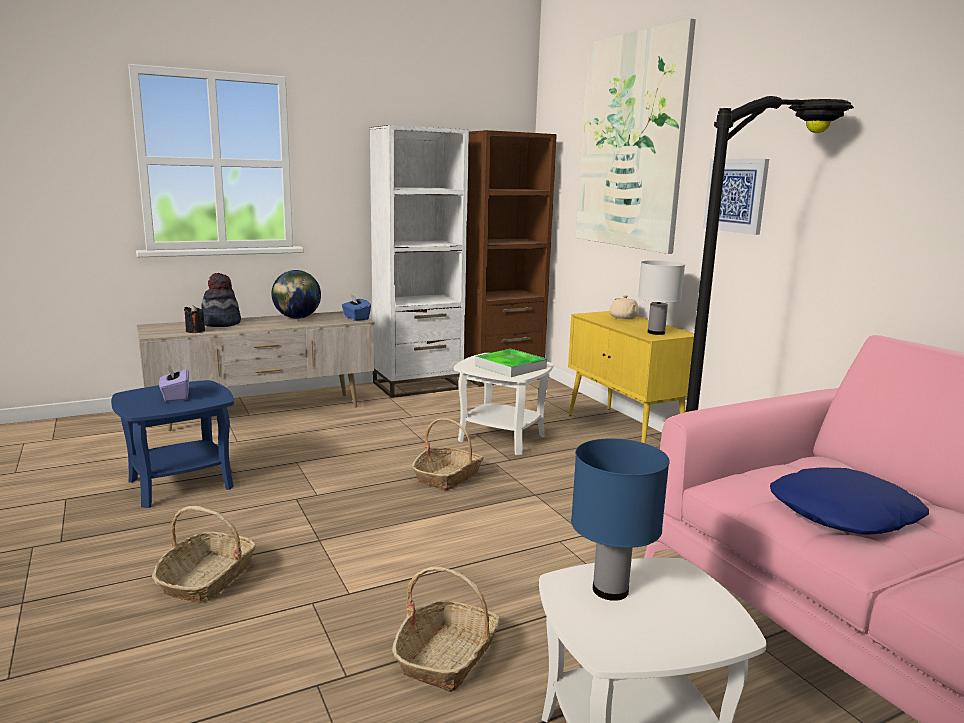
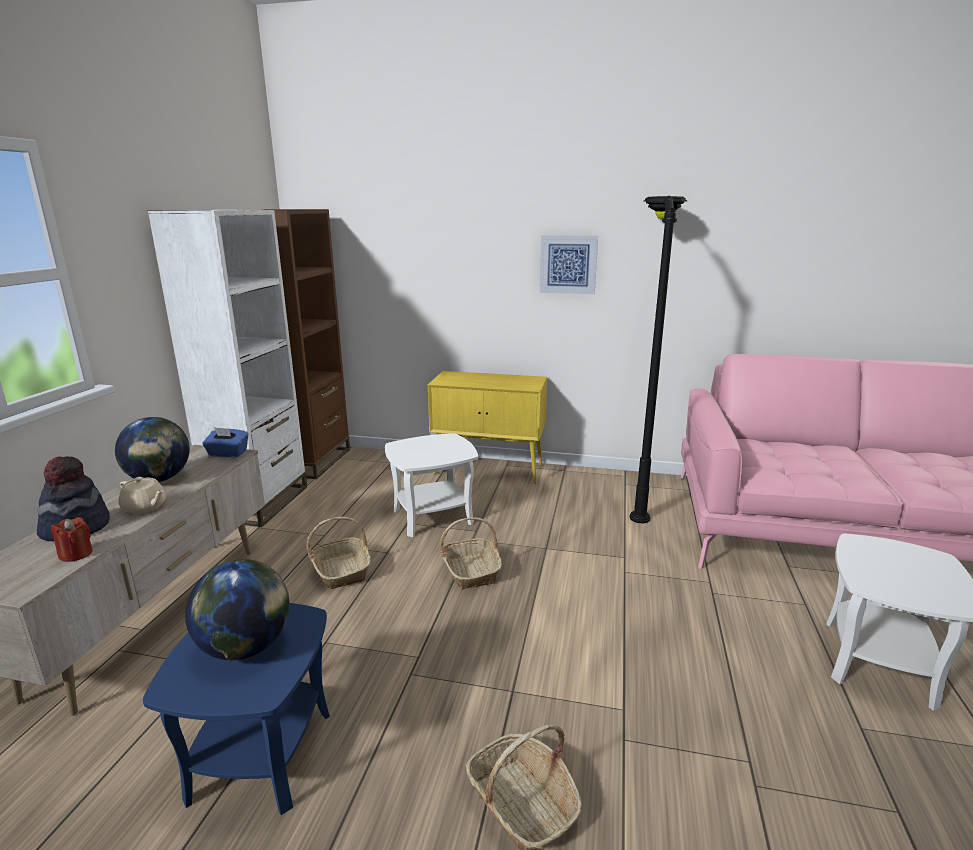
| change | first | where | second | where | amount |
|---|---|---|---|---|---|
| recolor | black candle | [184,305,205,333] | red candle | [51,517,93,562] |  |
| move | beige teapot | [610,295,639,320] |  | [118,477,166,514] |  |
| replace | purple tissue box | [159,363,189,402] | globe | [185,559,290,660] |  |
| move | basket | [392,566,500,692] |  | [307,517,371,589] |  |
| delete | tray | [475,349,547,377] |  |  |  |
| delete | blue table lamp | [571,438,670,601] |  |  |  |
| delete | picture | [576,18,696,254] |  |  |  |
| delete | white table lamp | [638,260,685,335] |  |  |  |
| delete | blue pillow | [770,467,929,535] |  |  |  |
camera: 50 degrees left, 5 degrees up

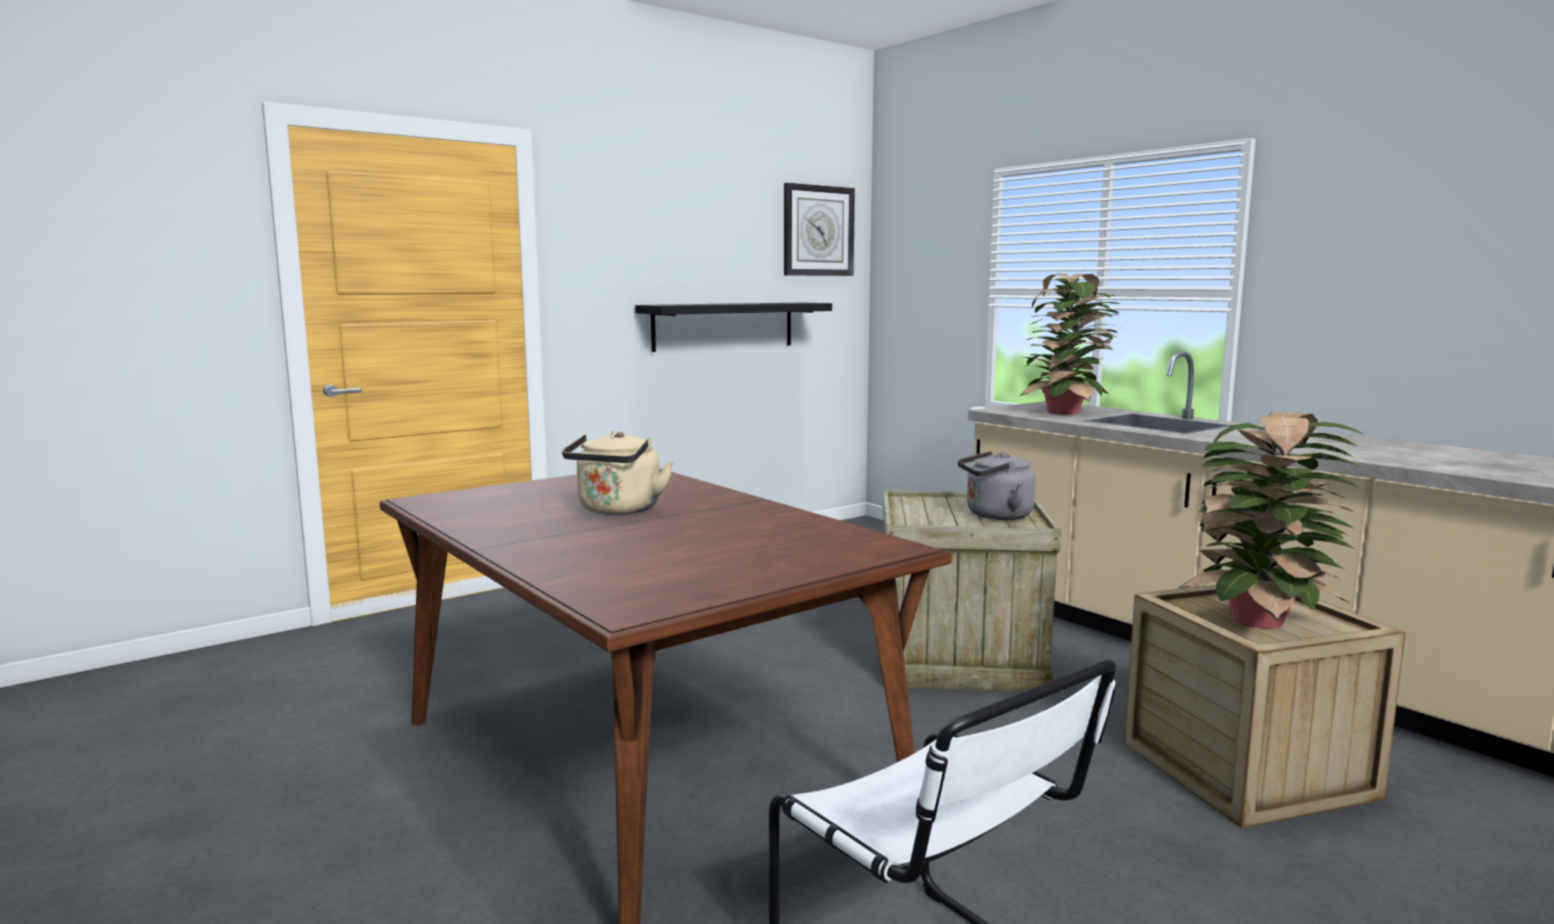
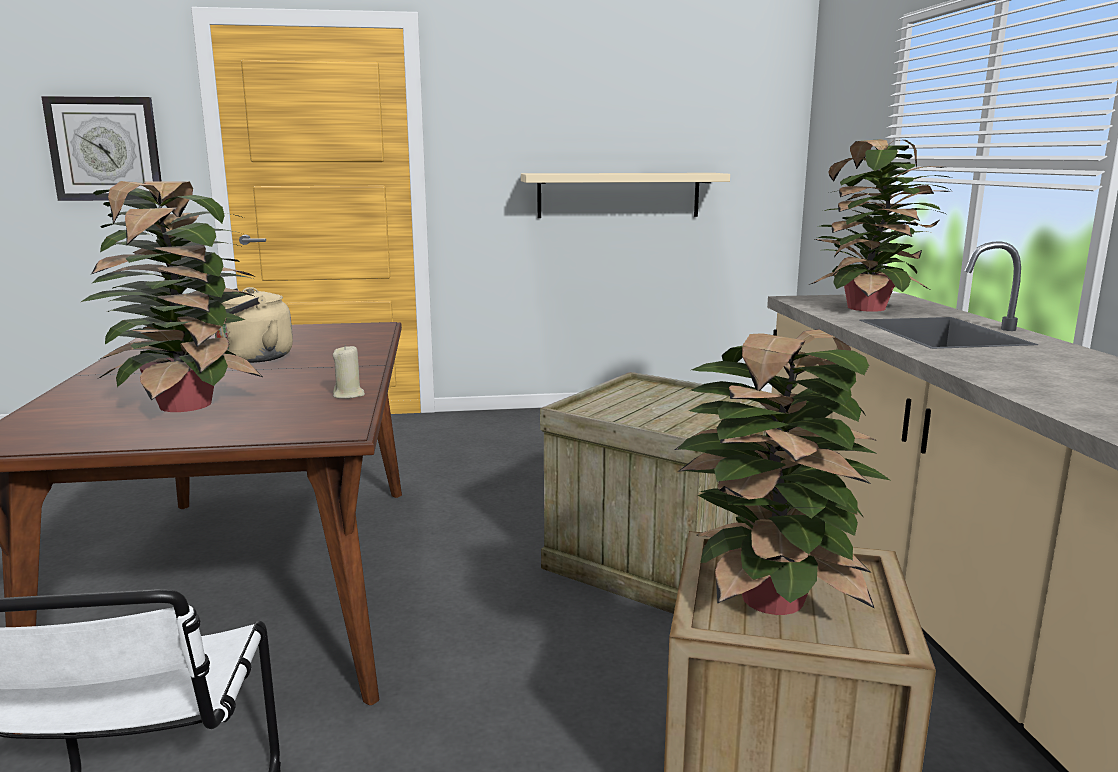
| change | first | where | second | where | amount |
|---|---|---|---|---|---|
| move | wall clock | [784,183,855,276] |  | [41,96,162,201] |  |
| insert |  |  | potted plant | [81,181,263,412] |  |
| insert |  |  | beige candle | [333,344,365,399] |  |
| recolor | black shelf | [635,303,832,352] | beige shelf | [521,173,730,218] |  |
| delete | grey kettle | [958,451,1036,520] |  |  |  |
camera: 30 degrees right, 5 degrees up

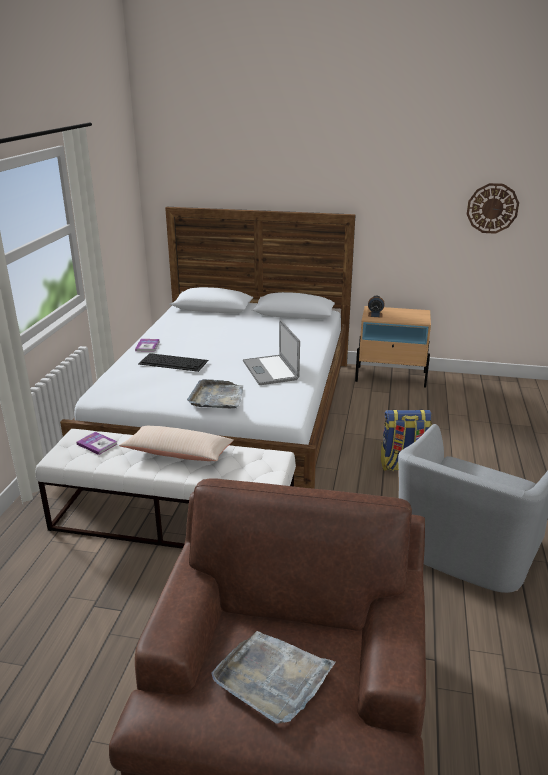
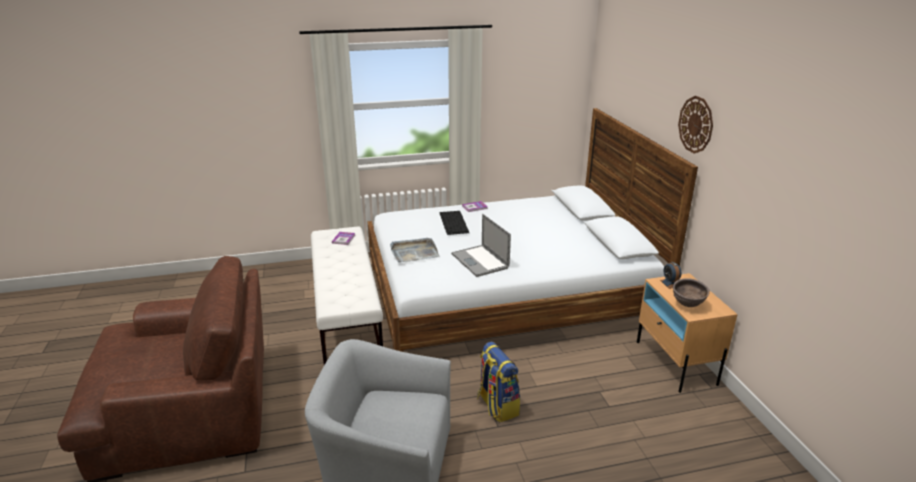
| change | first | where | second | where | amount |
|---|---|---|---|---|---|
| rotate | laptop | [243,319,300,385] |  | [451,214,511,277] | 75 degrees counterclockwise |
| insert |  |  | brown bowl | [673,278,710,307] |  |
| move | wall clock | [467,183,519,234] |  | [678,96,713,154] |  |
| delete | beige pillow | [119,426,234,461] |  |  |  |
| delete | grey tray | [211,631,336,723] |  |  |  |
camera: 65 degrees right, 0 degrees up

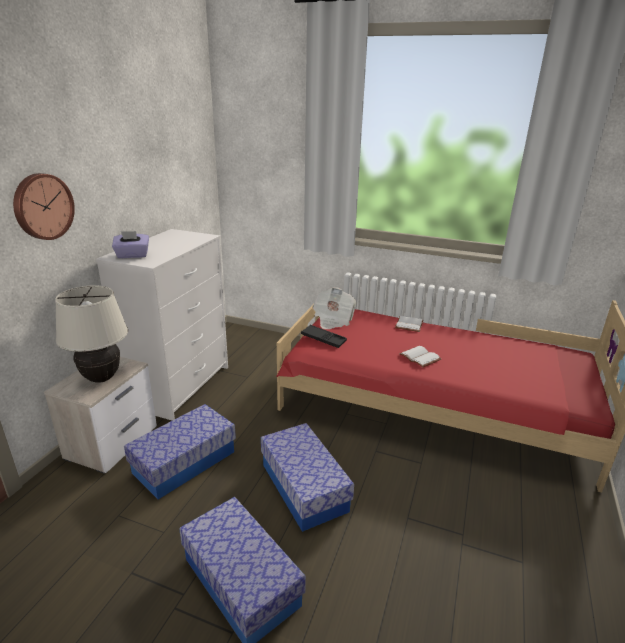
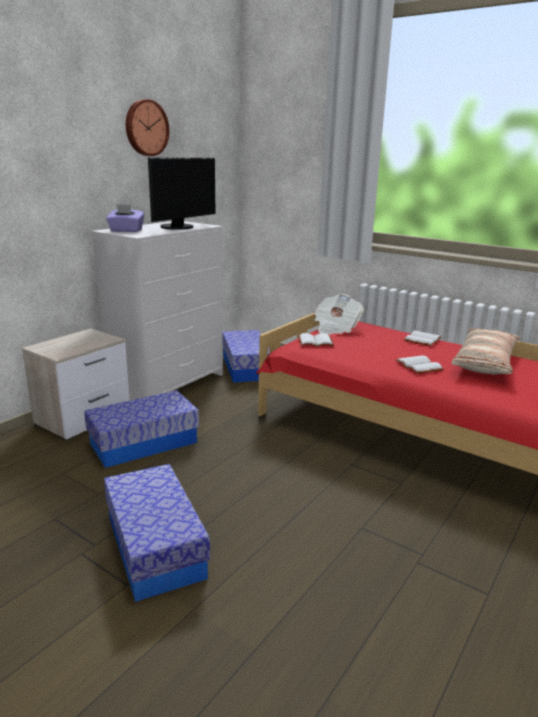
| change | first | where | second | where | amount |
|---|---|---|---|---|---|
| move | wall clock | [13,173,75,240] |  | [126,99,169,156] |  |
| insert |  |  | monitor | [148,157,215,230] |  |
| move | storage box | [261,423,354,532] |  | [222,330,269,383] |  |
| replace | black tray | [301,325,347,348] | white book | [298,333,334,347] |  |
| insert |  |  | pillow | [451,328,520,374] |  |
| delete | beige table lamp | [55,285,128,383] |  |  |  |
camera: 15 degrees right, 5 degrees down

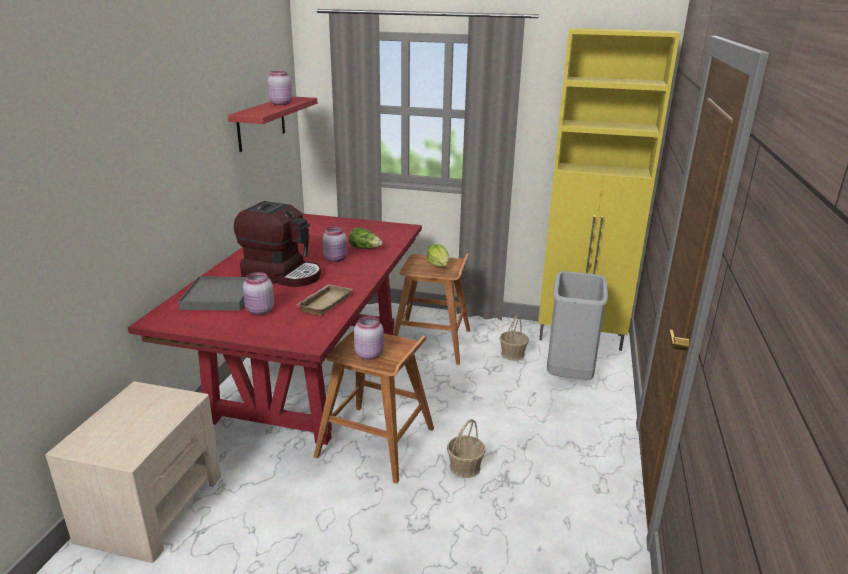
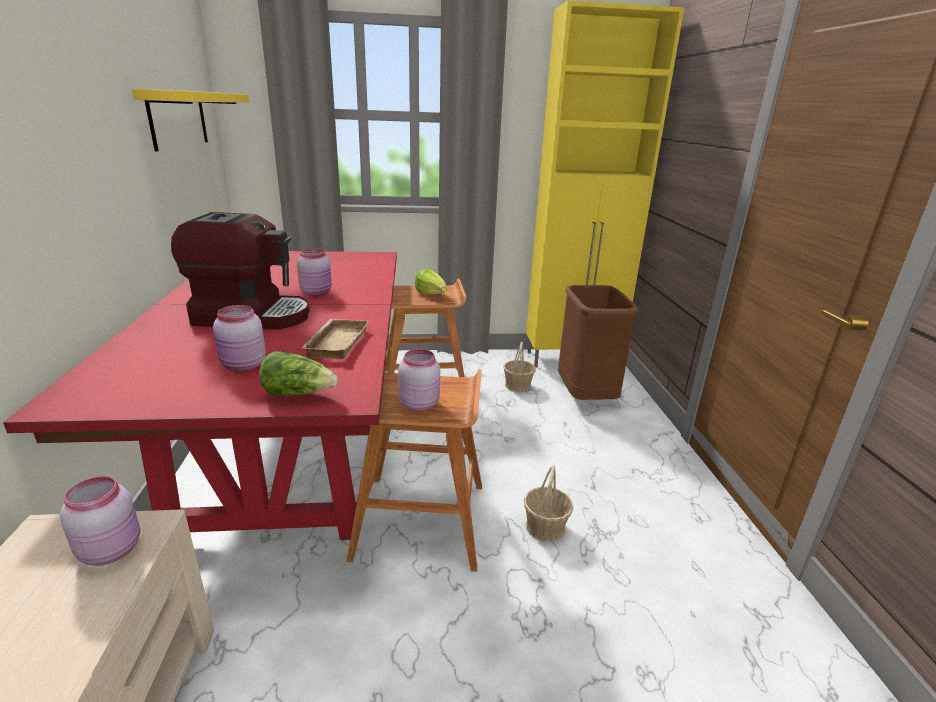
| change | first | where | second | where | amount |
|---|---|---|---|---|---|
| move | pink jar | [268,71,292,105] |  | [60,476,140,566] |  |
| recolor | red shelf | [228,96,317,152] | yellow shelf | [132,89,250,151] |  |
| move | lettuce | [349,227,383,249] |  | [259,351,338,396] |  |
| recolor | grey trash can | [547,271,608,380] | brown trash can | [558,285,638,400] |  |
| delete | grey tray | [178,276,246,311] |  |  |  |
camera: 20 degrees left, 0 degrees up

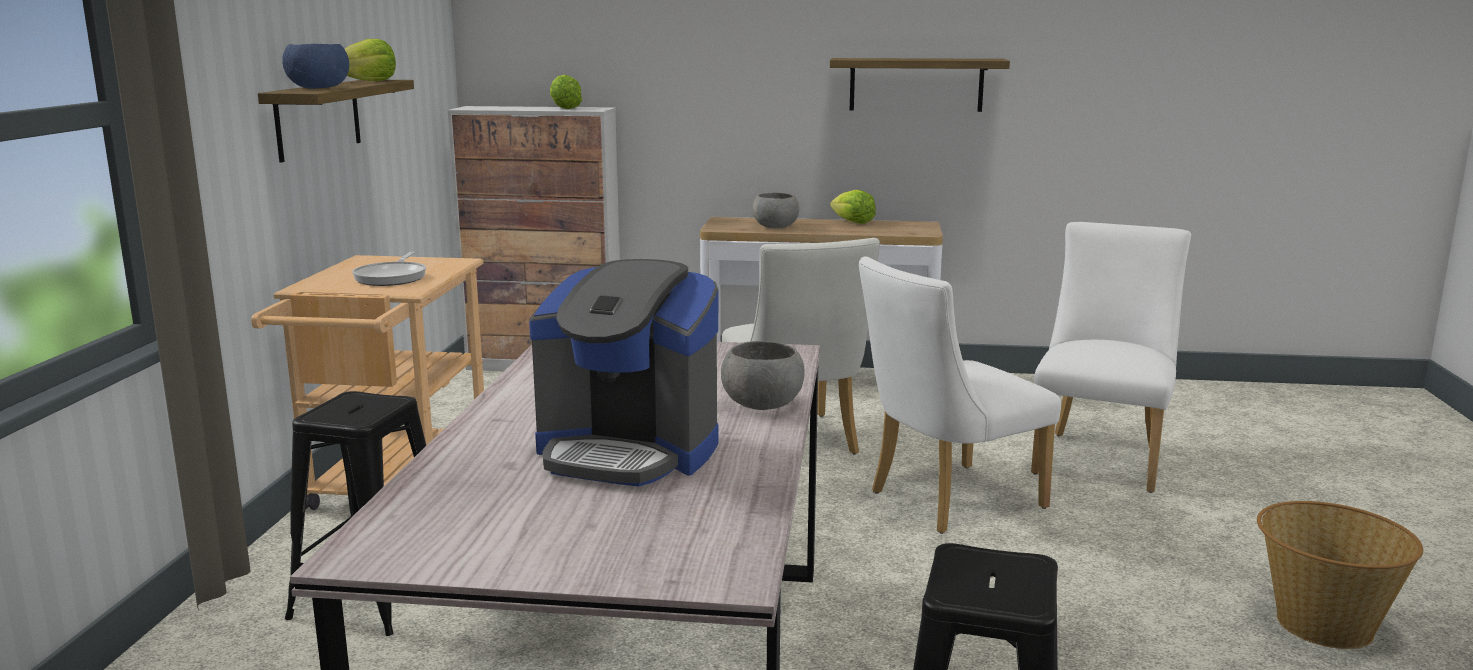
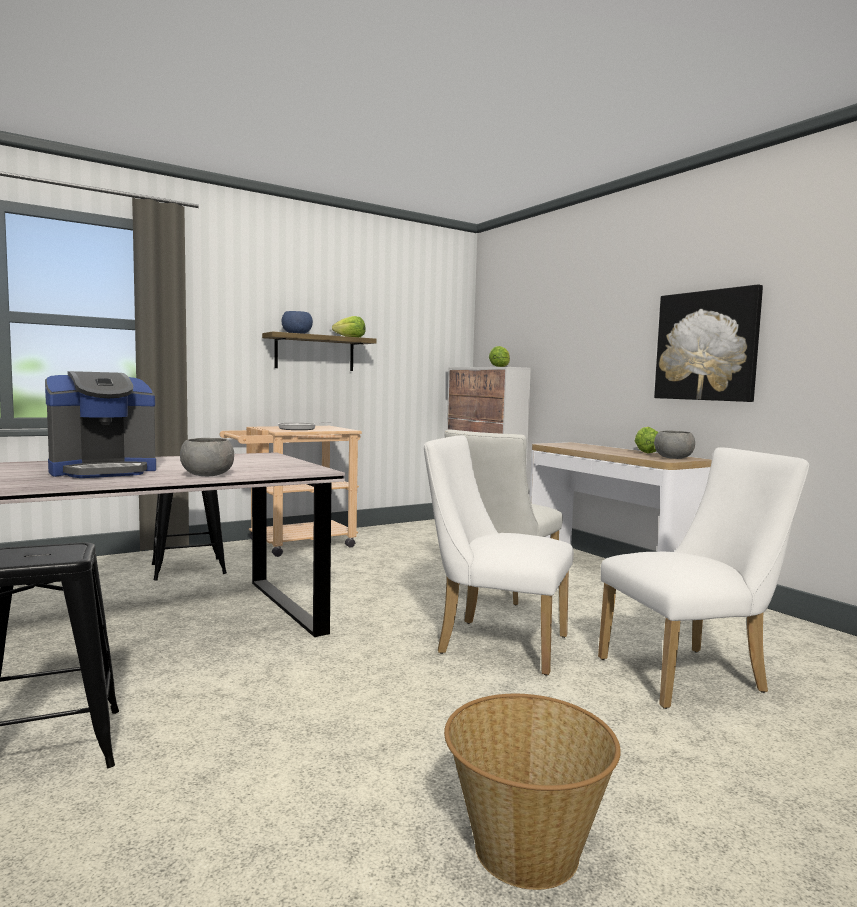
| change | first | where | second | where | amount |
|---|---|---|---|---|---|
| rotate | coffee machine | [529,259,719,486] |  | [45,371,156,478] | 105 degrees counterclockwise |
| replace | shelf | [830,58,1010,112] | picture | [654,285,763,402] |  |
| move | grey bowl | [752,192,799,228] |  | [654,431,695,459] |  |
camera: 50 degrees right, 10 degrees down

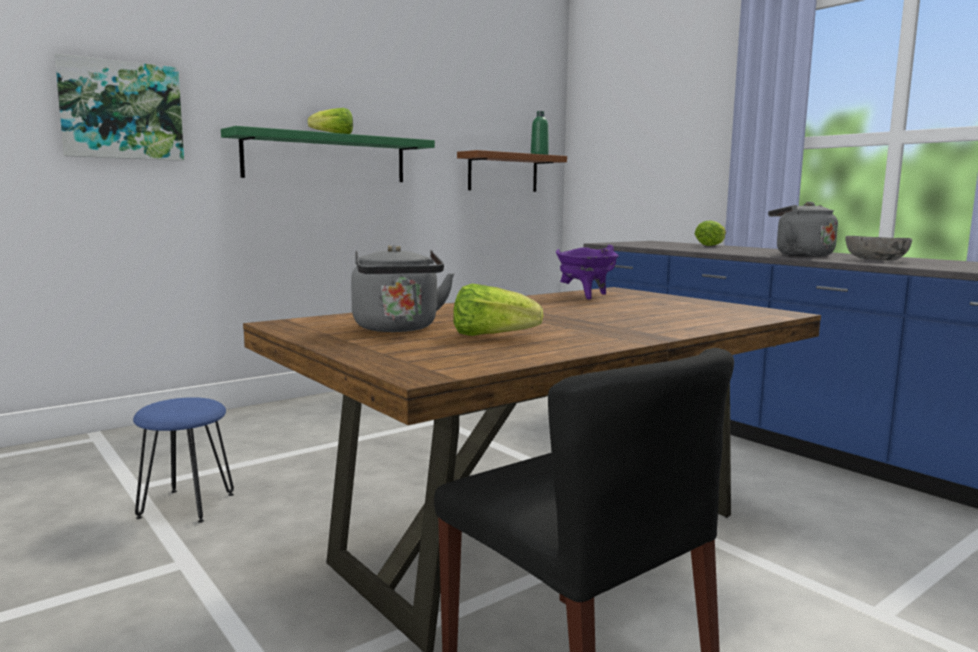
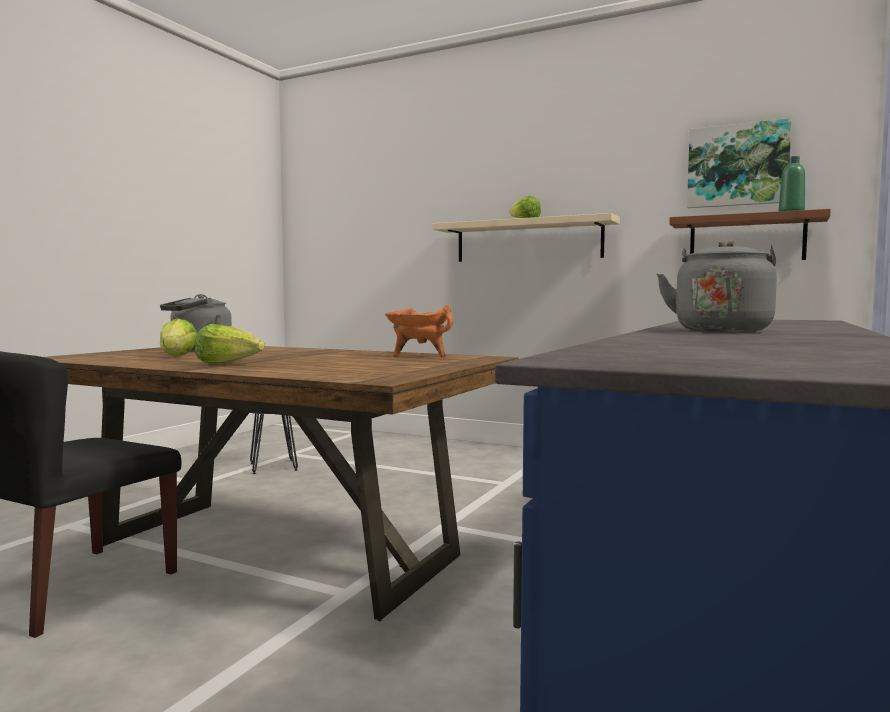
| change | first | where | second | where | amount |
|---|---|---|---|---|---|
| move | lettuce | [694,220,726,246] |  | [195,324,264,364] |  |
| recolor | purple cooking pot | [556,245,619,300] | orange cooking pot | [385,305,453,358] |  |
| recolor | green shelf | [221,126,435,182] | beige shelf | [433,213,620,262] |  |
| move | picture | [55,53,184,161] |  | [687,118,792,208] |  |
| delete | grey bowl | [845,236,912,261] |  |  |  |
camera: 65 degrees right, 5 degrees down

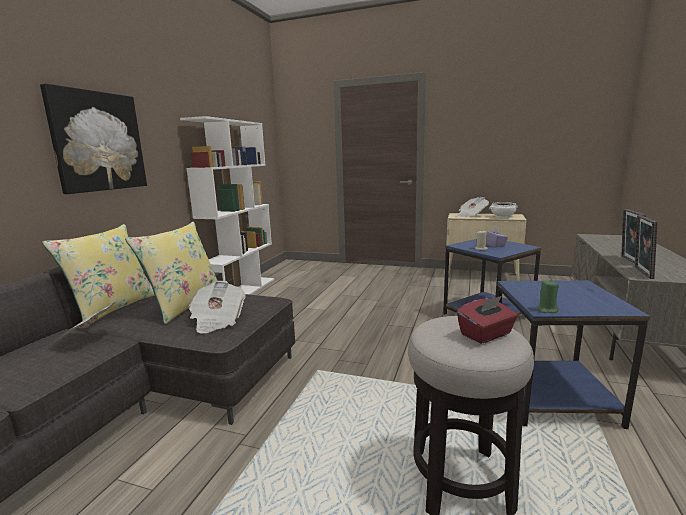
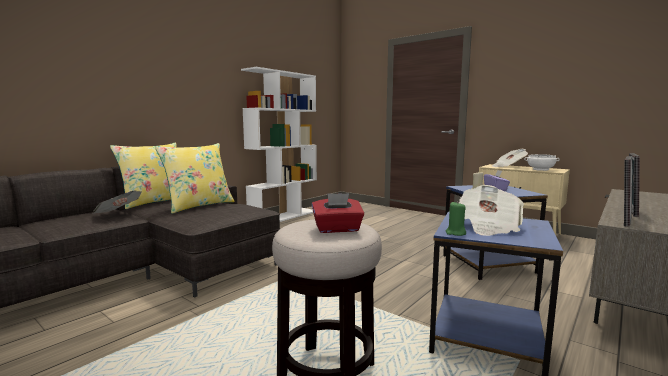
| change | first | where | second | where | amount |
|---|---|---|---|---|---|
| move | newspaper | [188,281,246,334] |  | [459,185,524,236] |  |
| delete | picture | [40,83,147,194] |  |  |  |
camera: 20 degrees right, 5 degrees down

